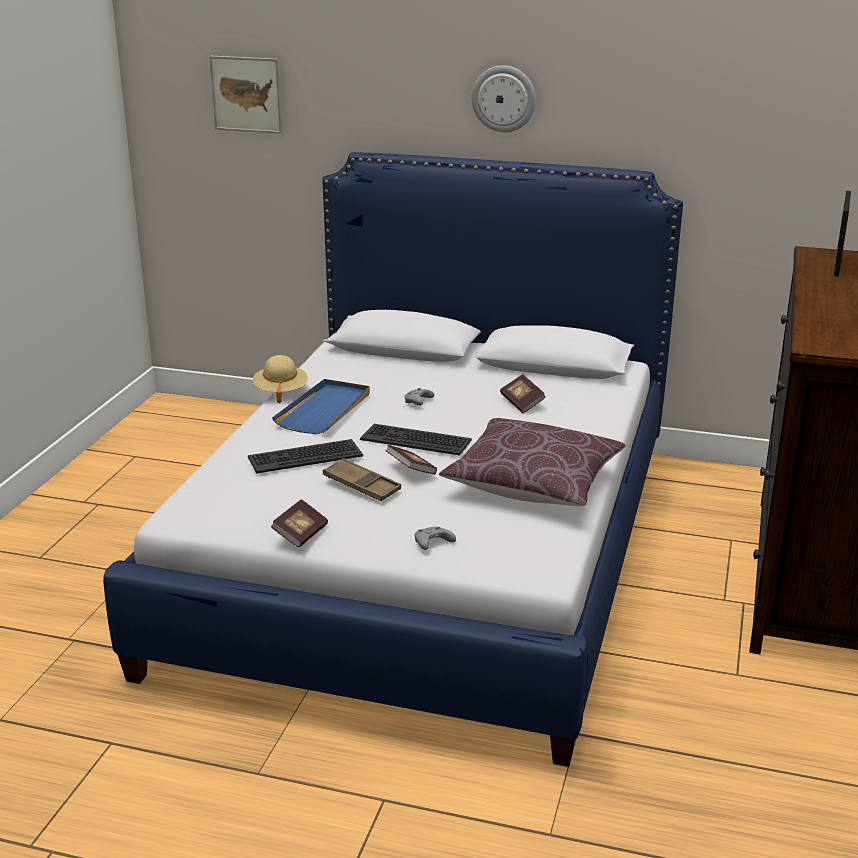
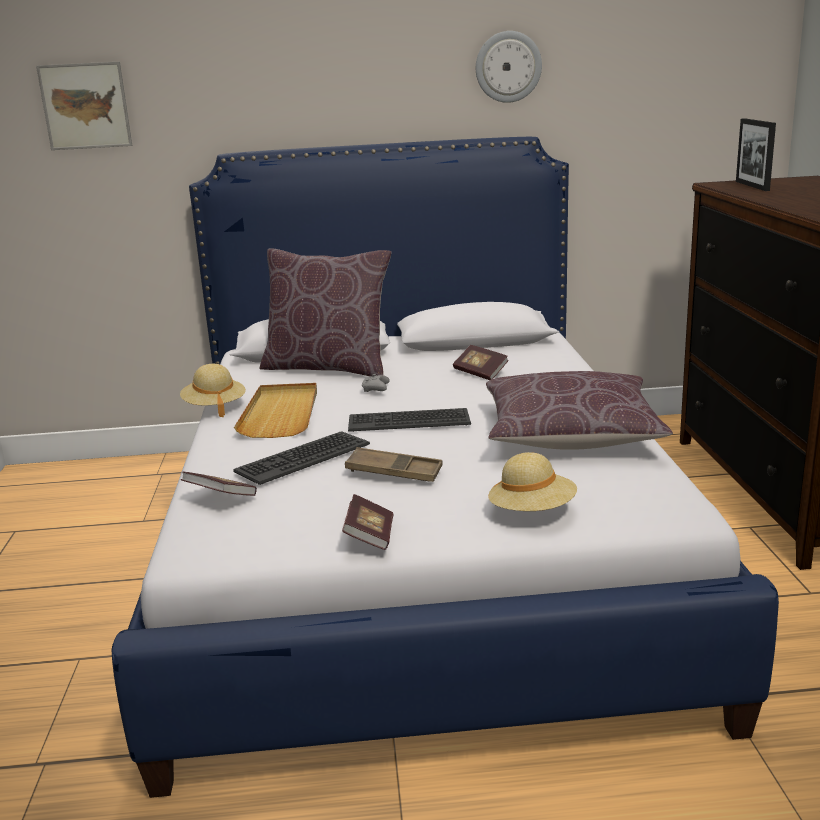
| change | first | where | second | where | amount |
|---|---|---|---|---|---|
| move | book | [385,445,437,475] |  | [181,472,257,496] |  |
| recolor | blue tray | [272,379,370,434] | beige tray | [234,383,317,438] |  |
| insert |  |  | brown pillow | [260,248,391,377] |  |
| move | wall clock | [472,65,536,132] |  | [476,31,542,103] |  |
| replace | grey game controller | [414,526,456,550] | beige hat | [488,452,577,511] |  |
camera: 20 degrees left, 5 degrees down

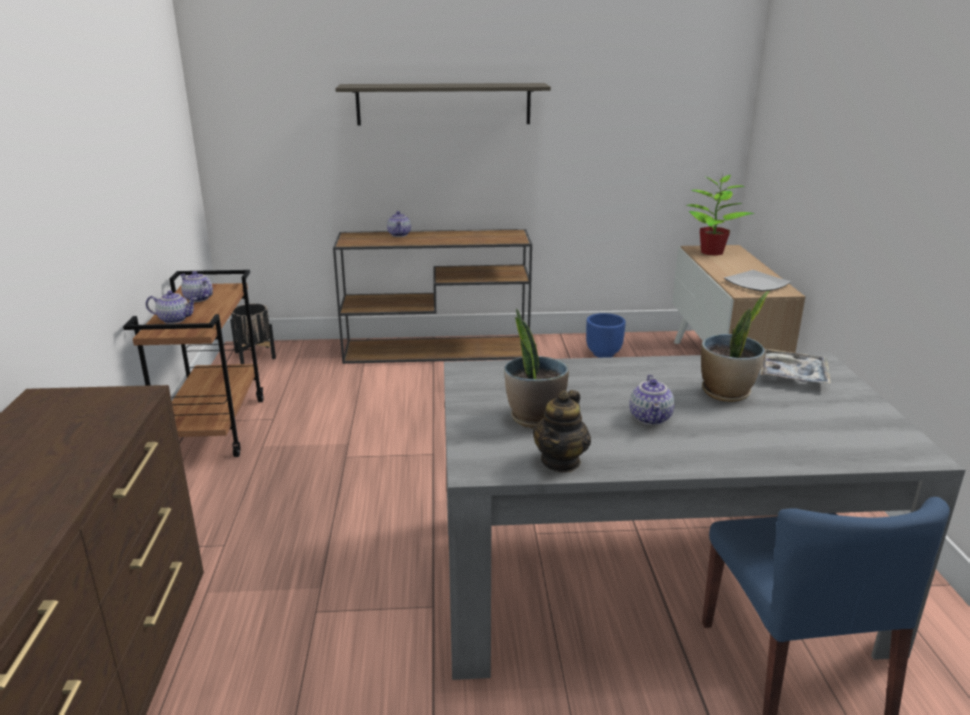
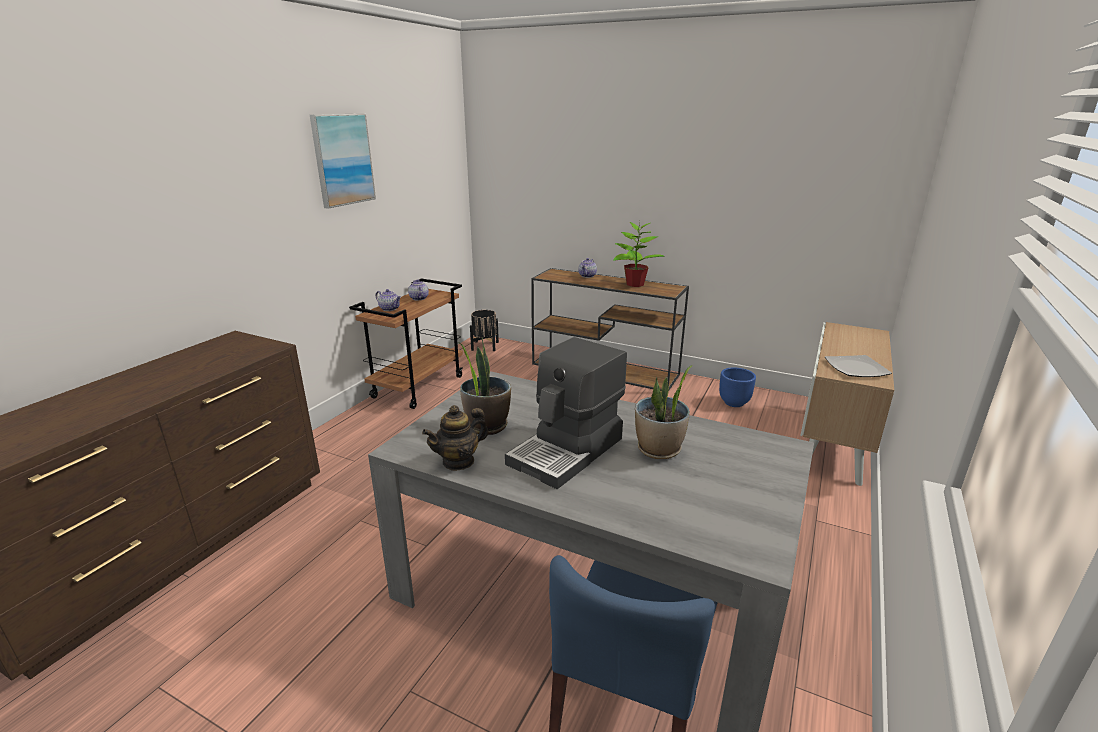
| change | first | where | second | where | amount |
|---|---|---|---|---|---|
| insert |  |  | picture | [310,113,376,209] |  |
| replace | teapot | [629,374,674,425] | coffee machine | [505,337,627,489] |  |
| move | potted plant | [686,175,754,256] |  | [613,222,665,287] |  |
| delete | shelf | [335,83,551,126] |  |  |  |
| delete | tray | [761,349,831,385] |  |  |  |
camera: 30 degrees right, 0 degrees up

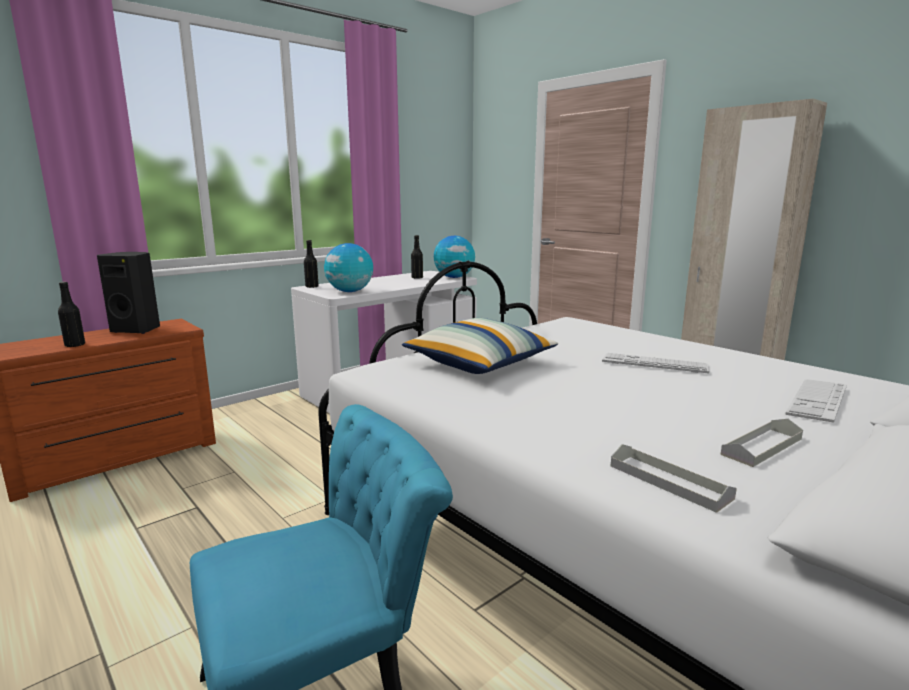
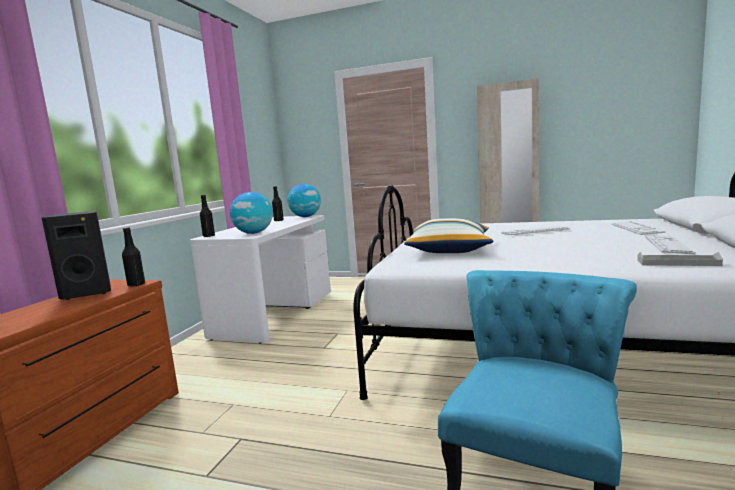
| change | first | where | second | where | amount |
|---|---|---|---|---|---|
| move | black bottle | [58,282,85,347] |  | [122,227,145,287] |  |
| replace | grey tray | [721,419,803,467] | keyboard | [645,235,696,254] |  |
camera: 30 degrees left, 5 degrees down

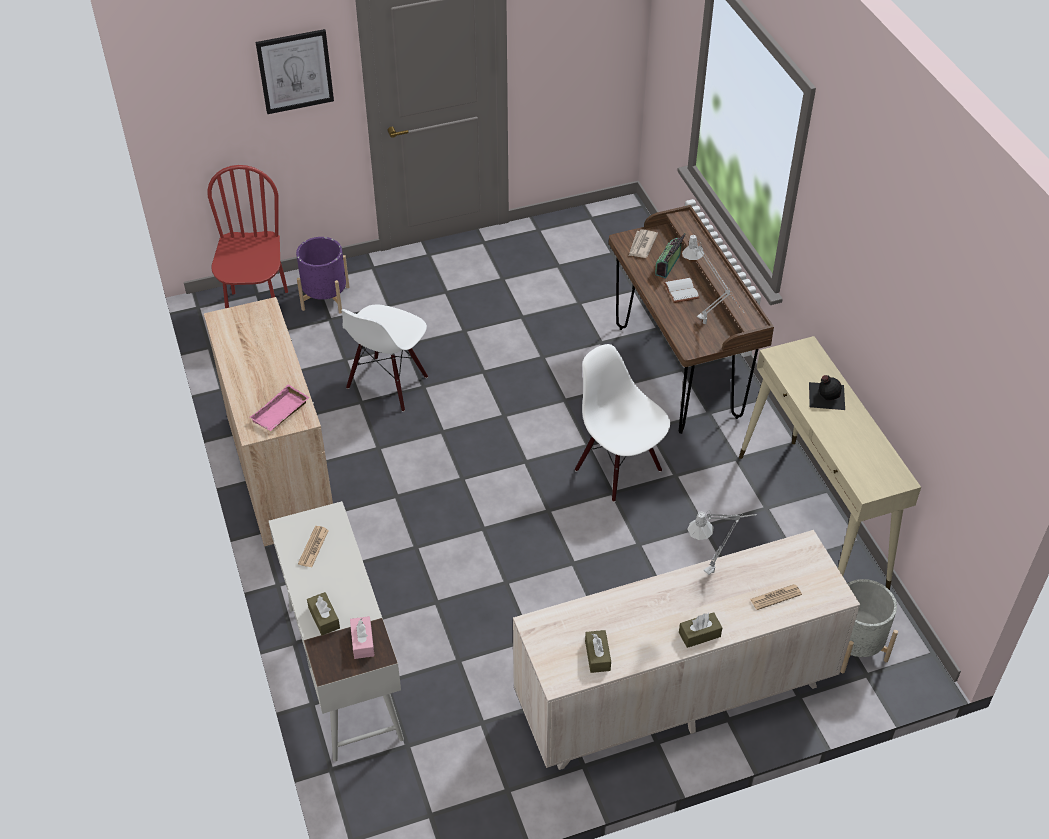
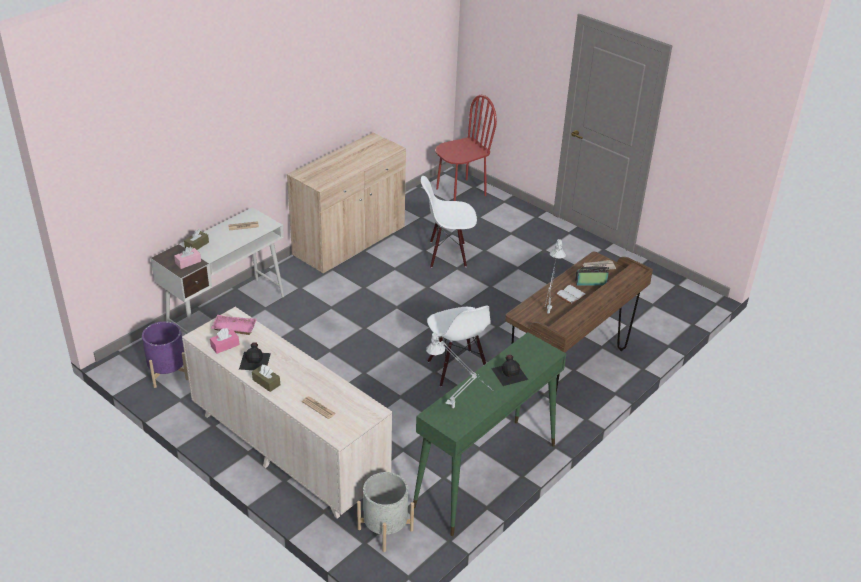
| change | first | where | second | where | amount |
|---|---|---|---|---|---|
| move | purple planter | [296,237,349,314] |  | [142,321,188,388] |  |
| recolor | brown tissue box | [585,630,611,673] | pink tissue box | [210,328,240,354] |  |
| move | pink tray | [249,384,309,431] |  | [211,315,257,335] |  |
| insert |  |  | black bottle | [239,342,271,370] |  |
| recolor | beige console table | [739,336,921,590] | green console table | [413,332,566,536] |  |
| move | grey table lamp | [687,510,757,575] |  | [426,333,493,408] |  |
| rotate | white chair | [575,344,670,502] |  | [427,306,491,387] | 135 degrees clockwise |
| delete | picture | [256,29,334,114] |  |  |  |
camera: 60 degrees right, 10 degrees down

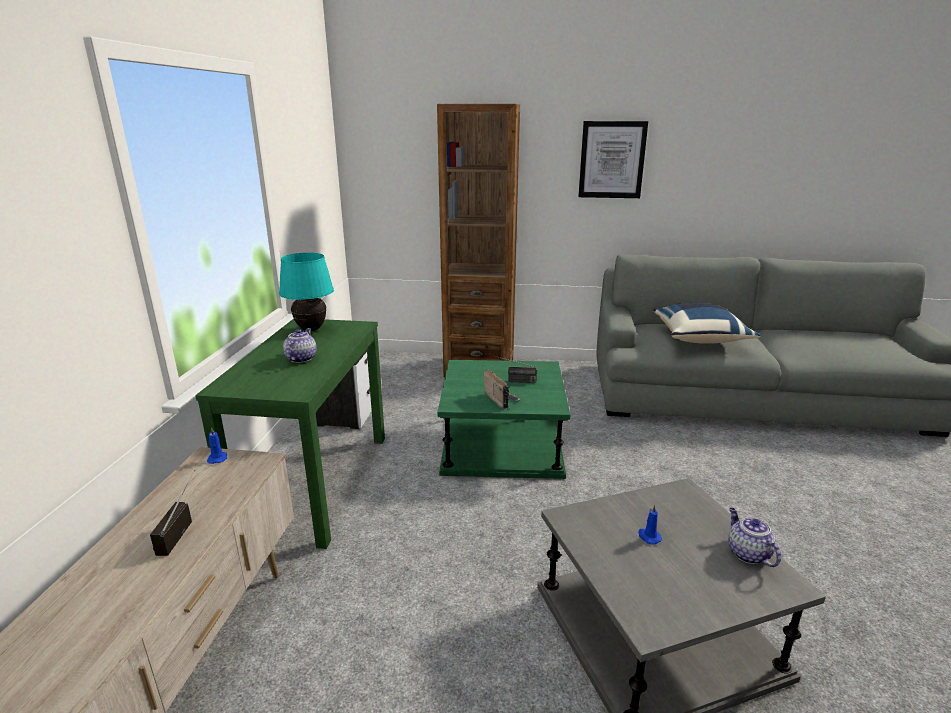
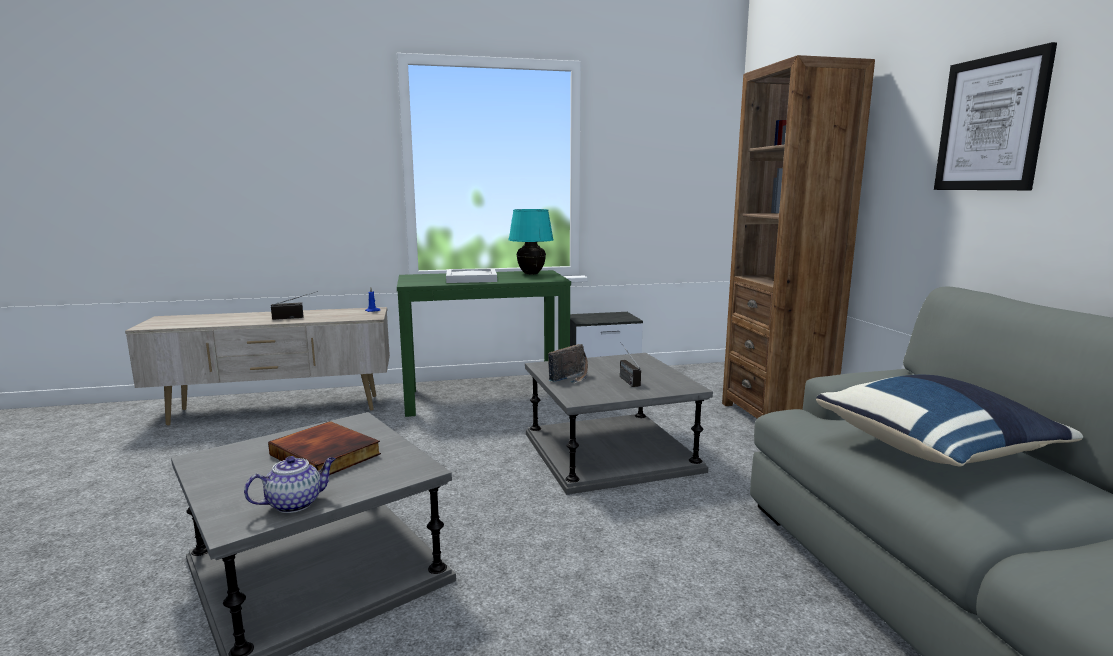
| change | first | where | second | where | amount |
|---|---|---|---|---|---|
| replace | blue candle | [639,505,662,544] | book | [268,421,381,475] |  |
| replace | teapot | [283,328,317,363] | white tray | [446,268,497,283] |  |
| recolor | green side table | [437,360,570,479] | grey side table | [525,353,713,495] |  |
camera: 70 degrees right, 10 degrees down

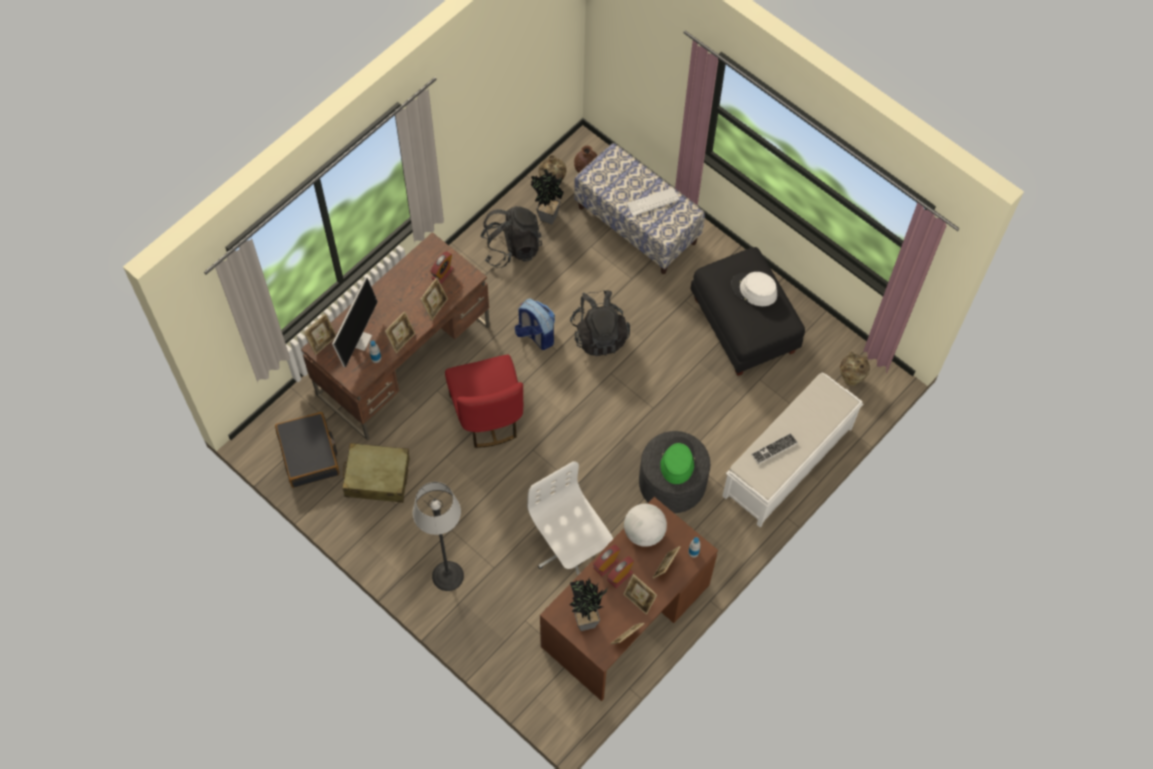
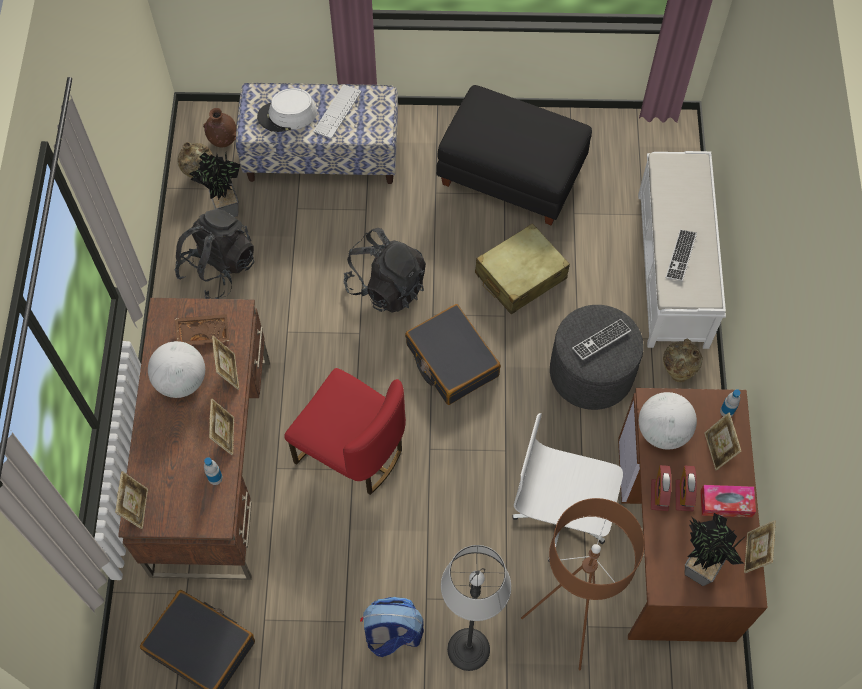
| change | first | where | second | where | amount |
|---|---|---|---|---|---|
| insert |  |  | globe | [148,341,205,398] |  |
| replace | alarm clock | [430,251,453,284] | brown tray | [175,314,229,344] |  |
| move | white hat | [731,272,777,306] |  | [257,88,317,132] |  |
| move | backpack | [515,299,555,350] |  | [360,597,424,657] |  |
| insert |  |  | black suitcase | [405,304,501,405] |  |
| move | beige suitcase | [343,443,410,503] |  | [475,223,570,315] |  |
| insert |  |  | brown floor lamp | [521,498,645,671] |  |
| replace | green hat | [660,436,695,484] | keyboard | [572,319,631,360] |  |
| move | beige vase | [840,352,870,386] |  | [663,339,703,382] |  |
| replace | picture frame | [623,574,657,615] | tissue box | [700,485,756,517] |  |
| delete | monitor | [332,277,378,367] |  |  |  |
camera: 40 degrees left, 0 degrees up

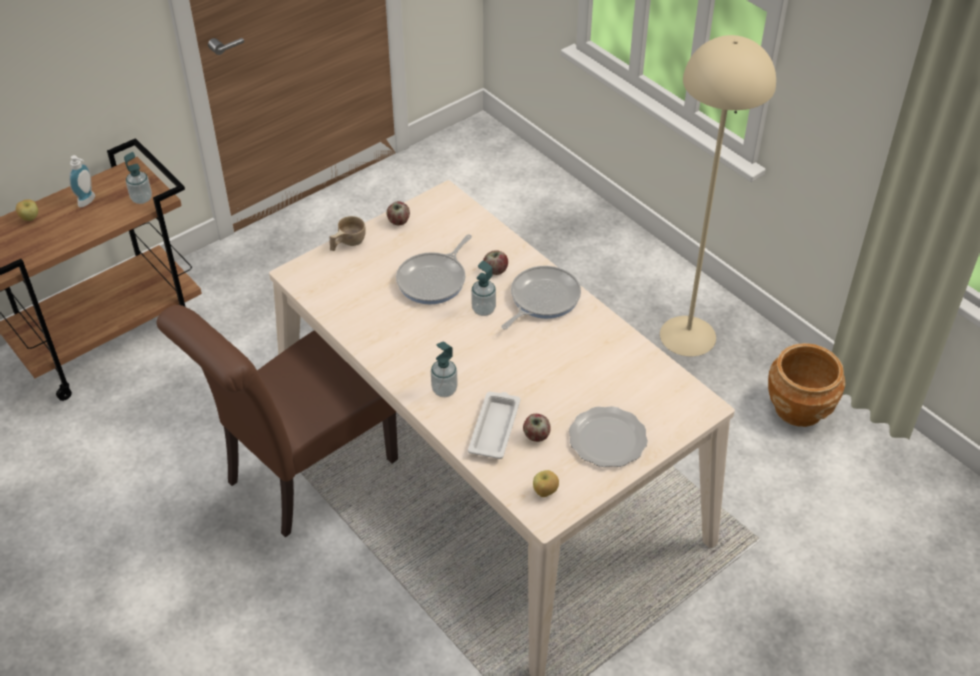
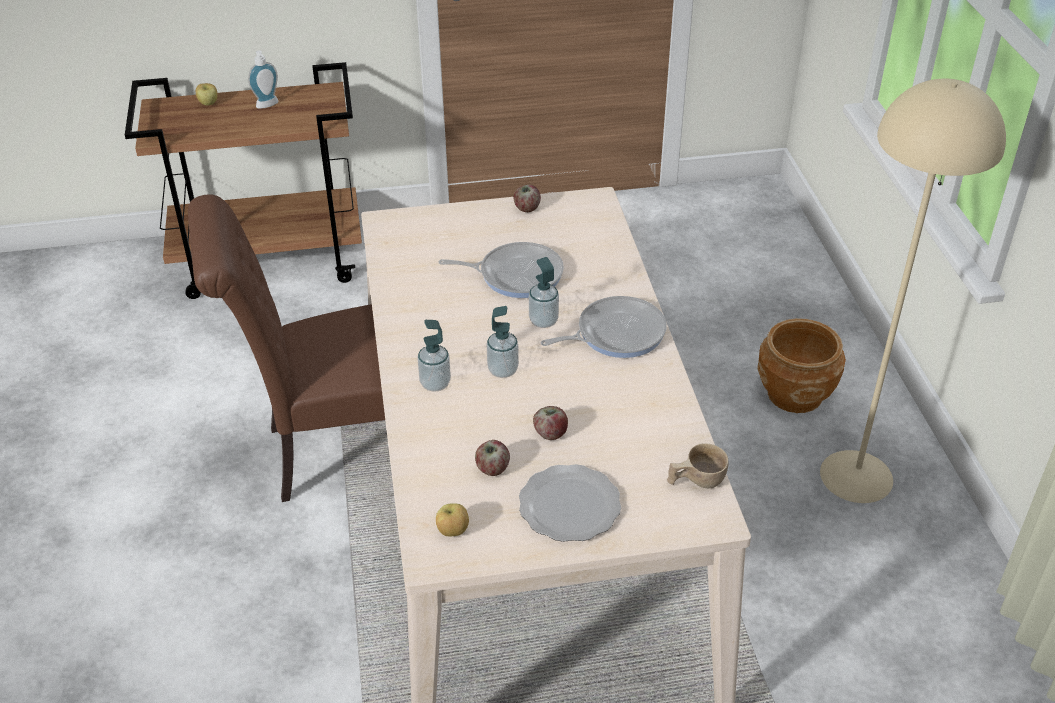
| change | first | where | second | where | amount |
|---|---|---|---|---|---|
| rotate | frying pan | [396,234,472,304] |  | [438,242,564,298] | 150 degrees counterclockwise |
| move | soap dispenser | [124,152,152,204] |  | [486,306,519,378] |  |
| move | apple | [483,250,508,275] |  | [533,406,568,440] |  |
| move | beige cup | [329,216,366,251] |  | [667,443,729,488] |  |
| move | brown planter | [768,343,846,427] |  | [757,318,846,413] |  |
| delete | white tray | [468,391,520,459] |  |  |  |
camera: 30 degrees right, 5 degrees down

